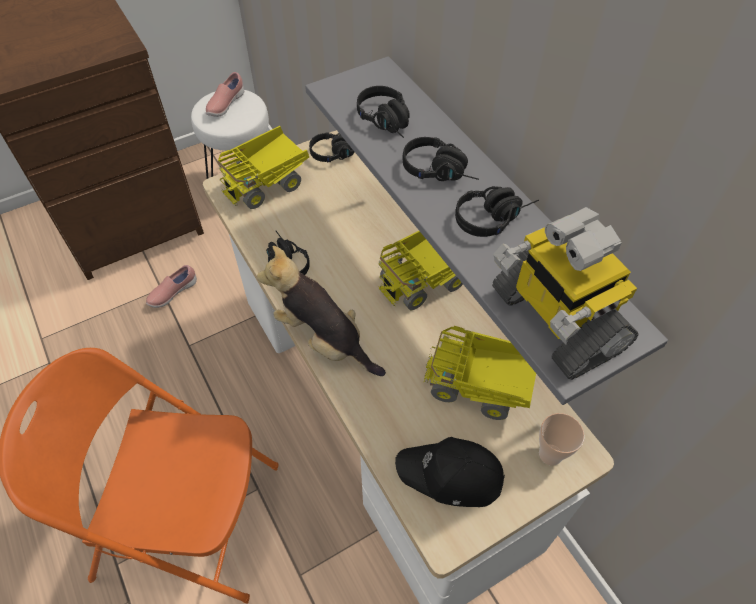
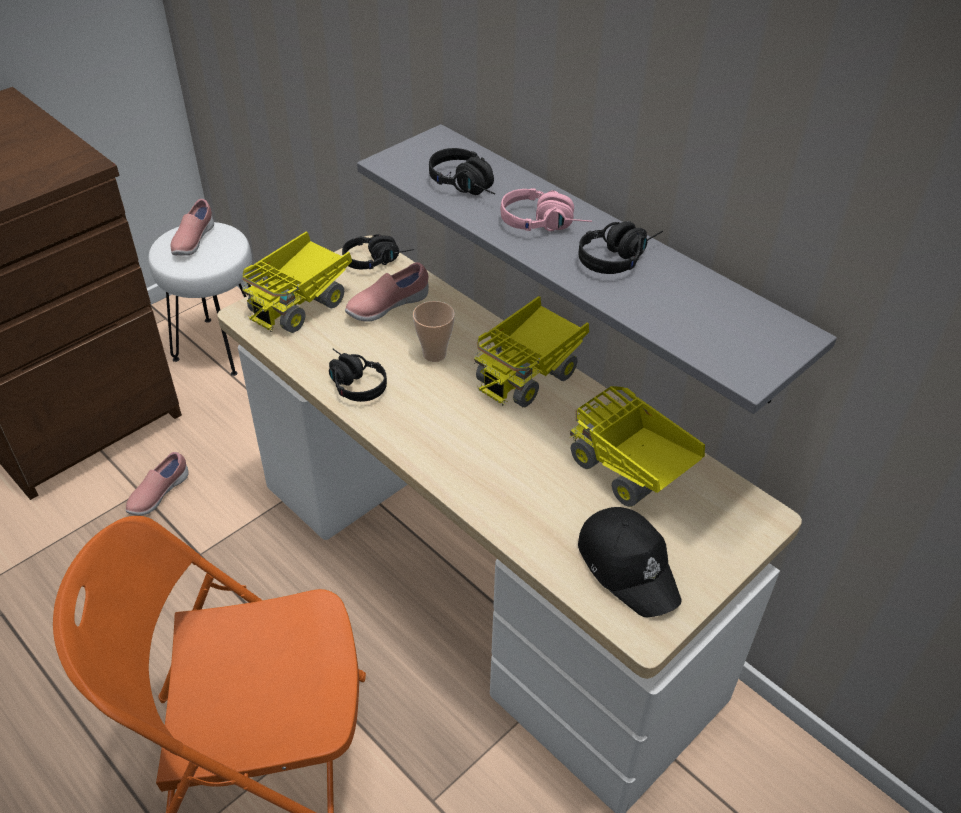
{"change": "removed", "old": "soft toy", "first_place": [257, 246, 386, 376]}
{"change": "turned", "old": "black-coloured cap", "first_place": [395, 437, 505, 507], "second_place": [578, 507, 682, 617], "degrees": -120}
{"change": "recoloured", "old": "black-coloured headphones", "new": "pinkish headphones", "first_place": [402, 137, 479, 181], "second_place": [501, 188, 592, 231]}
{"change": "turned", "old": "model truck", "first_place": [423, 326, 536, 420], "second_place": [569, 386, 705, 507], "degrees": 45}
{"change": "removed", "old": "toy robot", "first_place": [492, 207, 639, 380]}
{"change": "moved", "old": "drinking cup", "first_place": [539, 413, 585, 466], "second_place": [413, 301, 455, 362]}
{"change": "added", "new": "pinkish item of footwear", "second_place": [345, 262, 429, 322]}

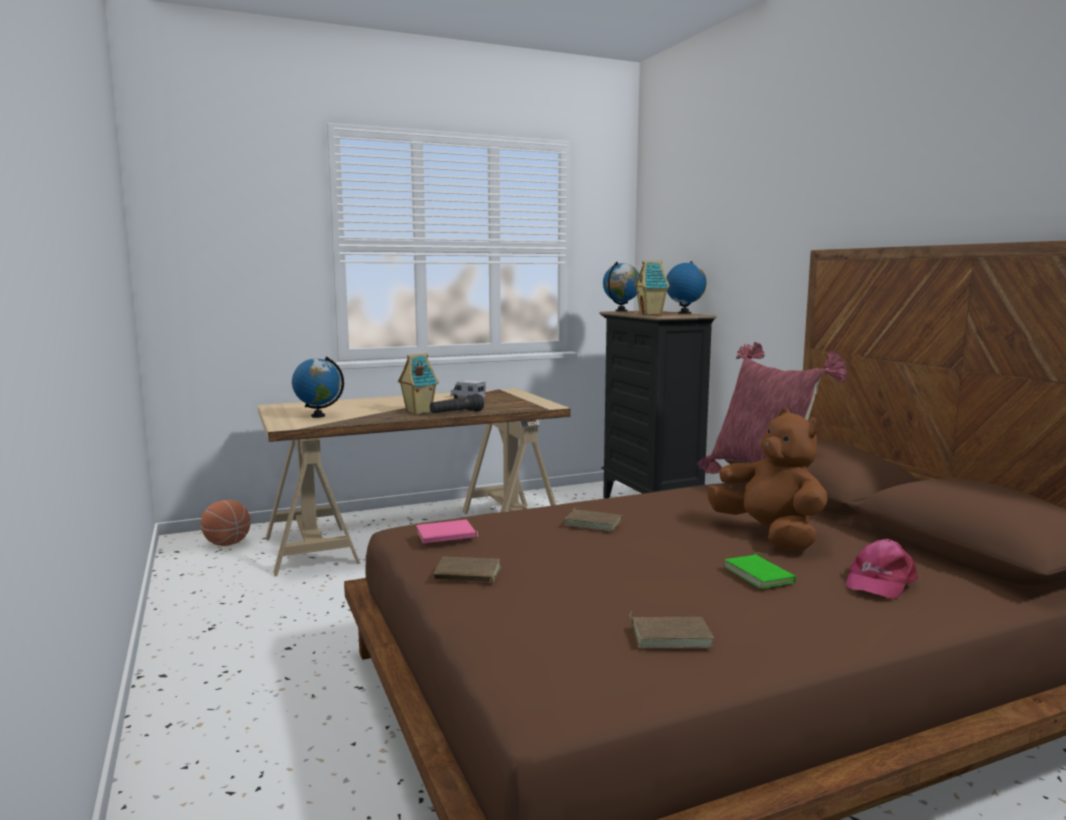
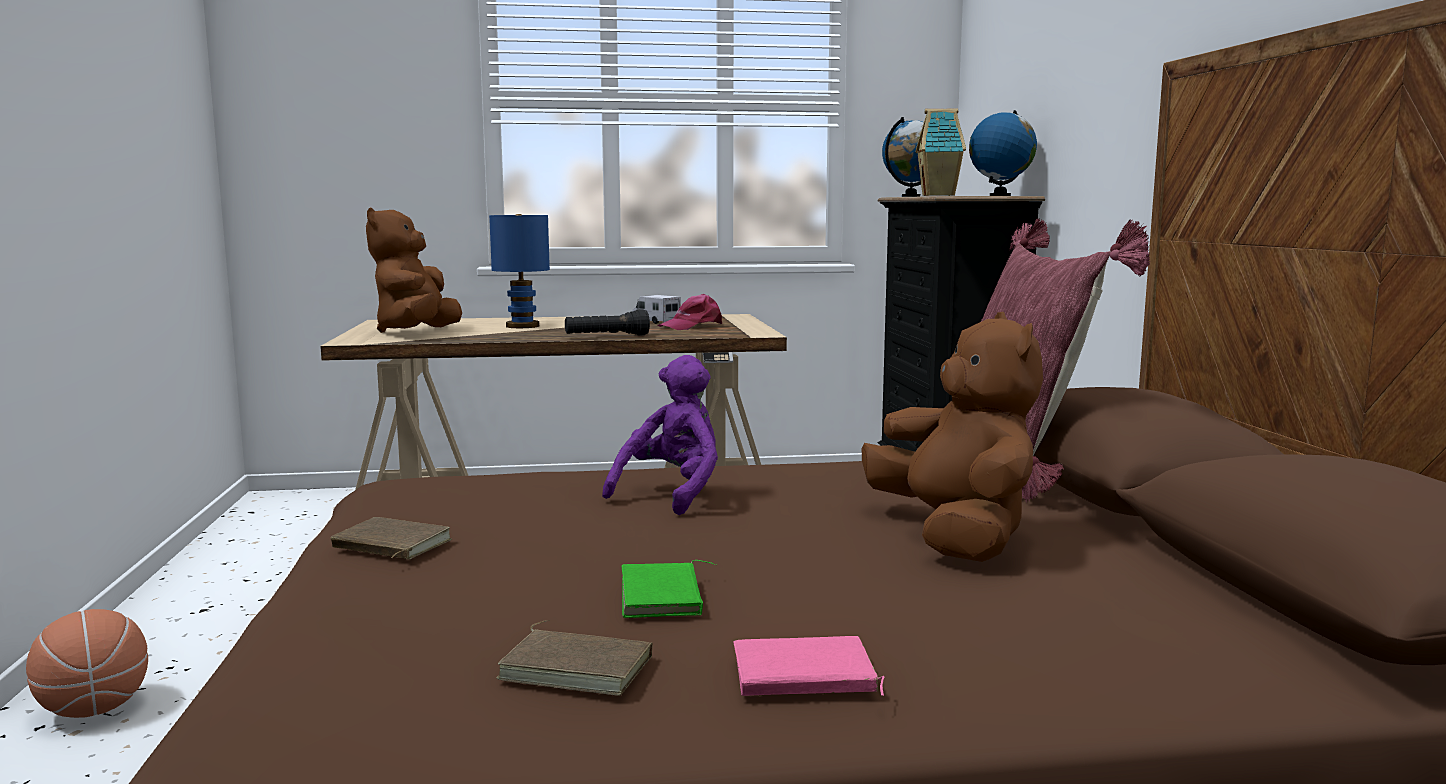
{"change": "moved", "old": "basketball ball", "first_place": [201, 500, 250, 546], "second_place": [26, 609, 148, 718]}
{"change": "replaced", "old": "world globe", "new": "brown-coloured soft toy", "first_place": [292, 356, 344, 418], "second_place": [366, 208, 462, 333]}
{"change": "removed", "old": "toy house", "first_place": [398, 353, 439, 414]}
{"change": "moved", "old": "pinkish book", "first_place": [416, 520, 478, 543], "second_place": [734, 636, 885, 696]}
{"change": "replaced", "old": "brown-coloured book", "new": "purple-coloured soft toy", "first_place": [564, 507, 622, 531], "second_place": [602, 355, 718, 515]}
{"change": "moved", "old": "green book", "first_place": [724, 553, 796, 589], "second_place": [622, 560, 716, 618]}
{"change": "moved", "old": "pinkish cap", "first_place": [846, 539, 918, 599], "second_place": [657, 294, 722, 330]}
{"change": "added", "new": "blue-coloured tabletop lamp", "second_place": [489, 214, 550, 328]}

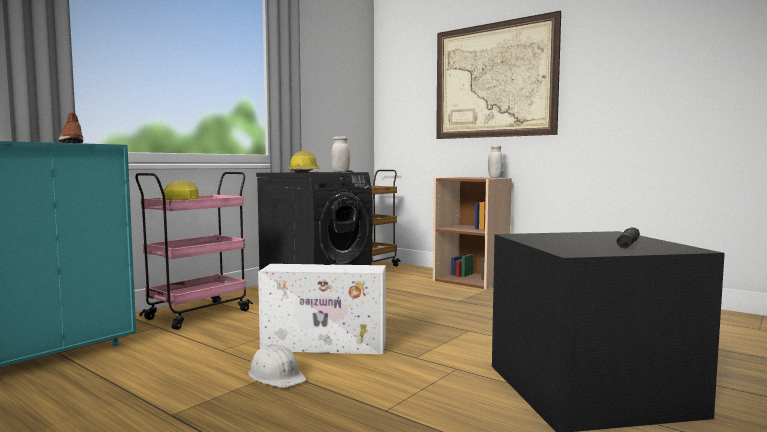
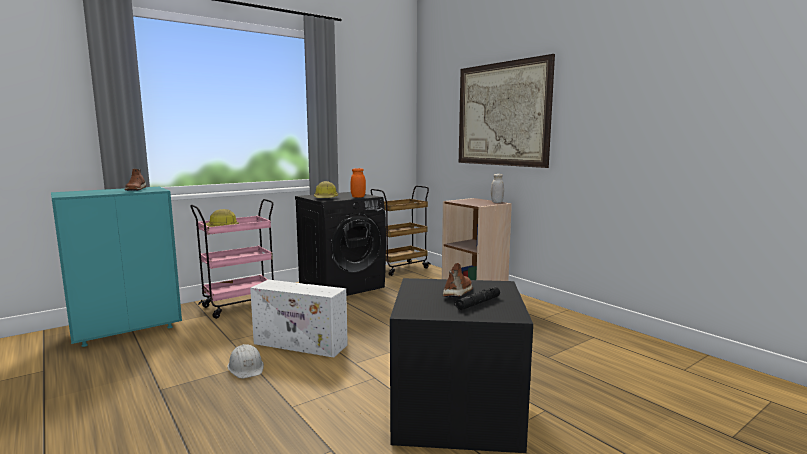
{"change": "recoloured", "old": "white-coloured preserve jar", "new": "orangey preserve jar", "first_place": [331, 136, 350, 172], "second_place": [350, 168, 366, 198]}
{"change": "added", "new": "brown-coloured item of footwear", "second_place": [443, 263, 473, 297]}

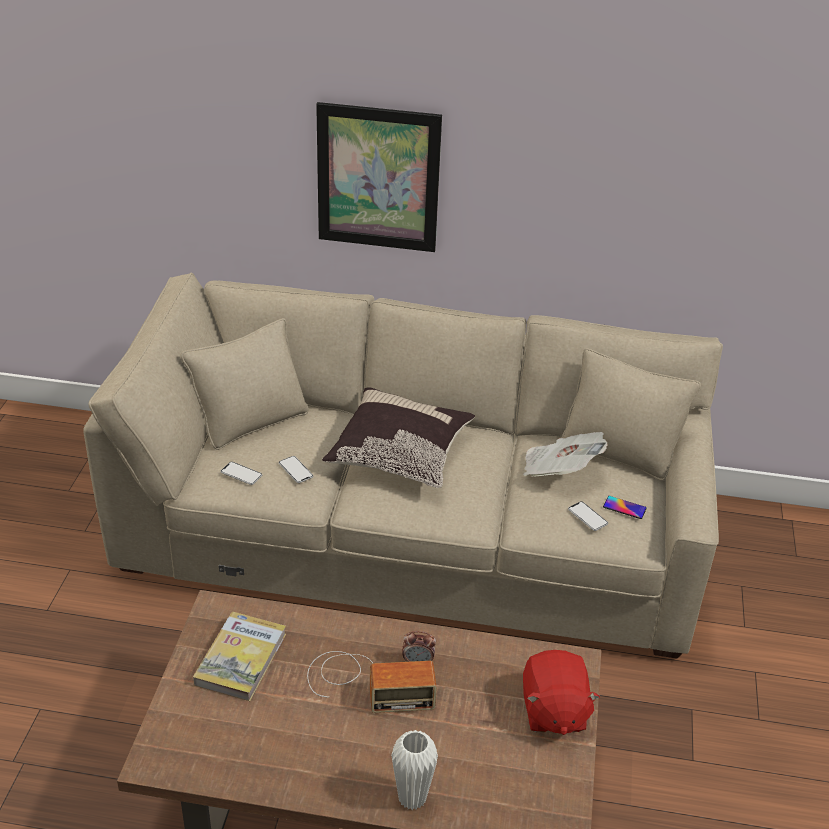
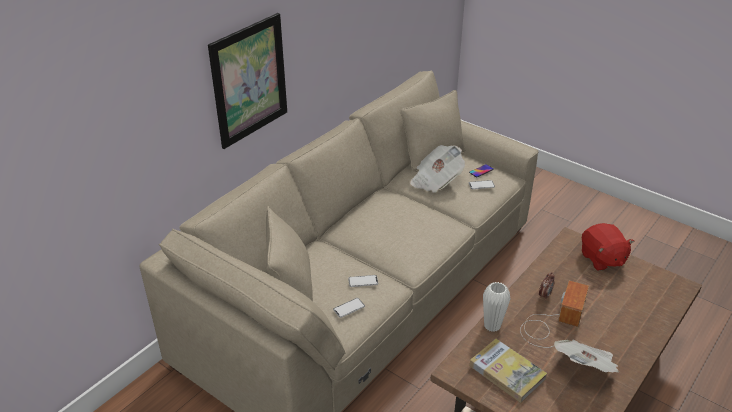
{"change": "removed", "old": "cushion", "first_place": [322, 387, 475, 488]}
{"change": "moved", "old": "white-coloured vase", "first_place": [391, 730, 438, 810], "second_place": [483, 282, 511, 332]}
{"change": "turned", "old": "red soft toy", "first_place": [523, 650, 600, 735], "second_place": [582, 223, 634, 271], "degrees": 45}
{"change": "added", "new": "newspaper", "second_place": [554, 339, 619, 372]}

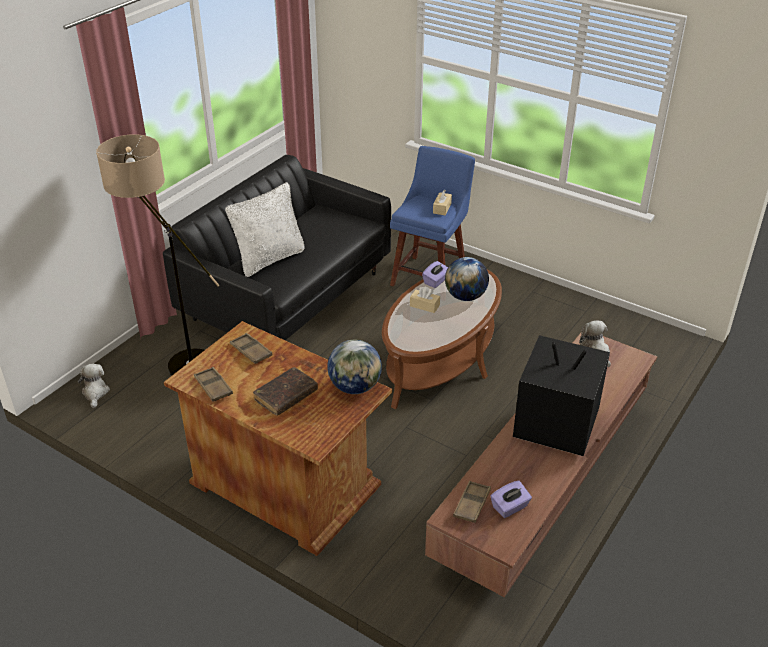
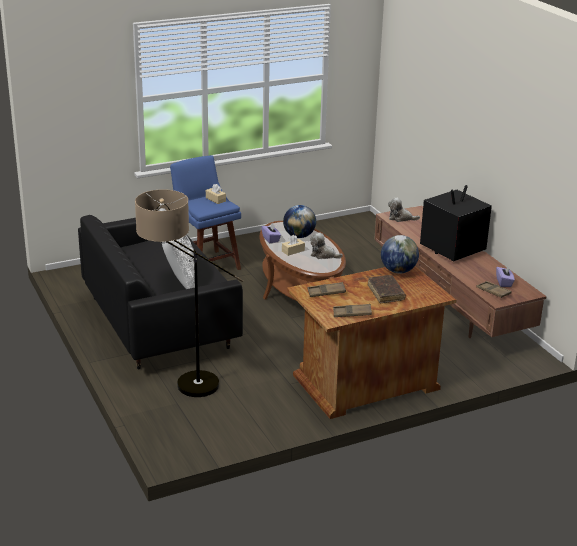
{"change": "moved", "old": "soft toy", "first_place": [78, 364, 110, 408], "second_place": [310, 233, 343, 259]}

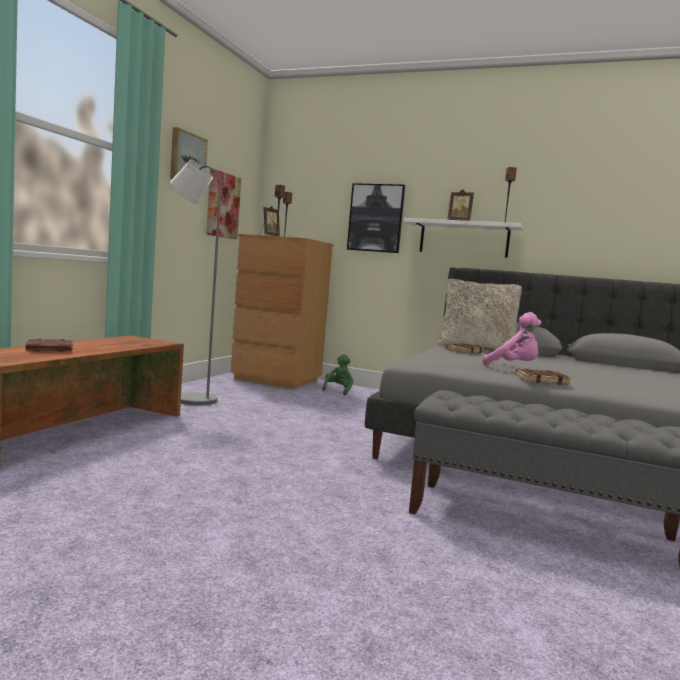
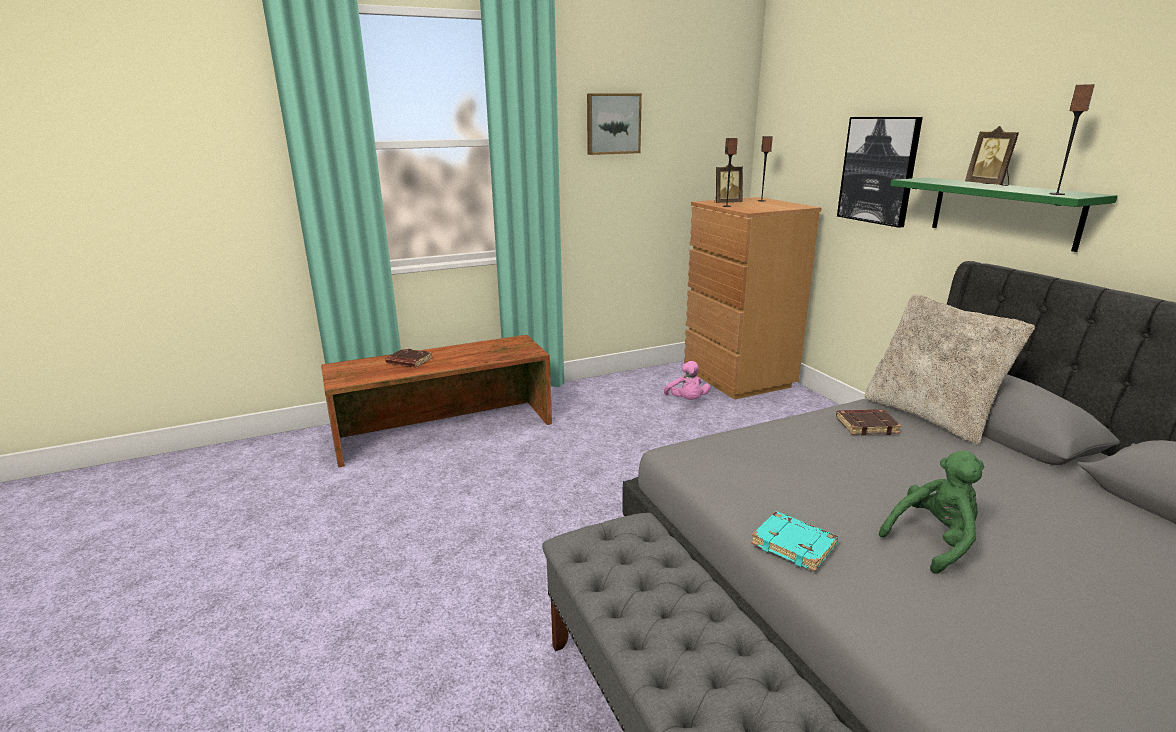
{"change": "removed", "old": "grey floor lamp", "first_place": [170, 159, 222, 406]}
{"change": "removed", "old": "wall picture", "first_place": [206, 169, 241, 239]}
{"change": "moved", "old": "green soft toy", "first_place": [322, 354, 353, 396], "second_place": [879, 450, 984, 574]}
{"change": "recoloured", "old": "white-coloured wall shelf", "new": "green wall shelf", "first_place": [404, 218, 523, 258], "second_place": [890, 177, 1118, 252]}
{"change": "moved", "old": "pinkish soft toy", "first_place": [483, 312, 541, 365], "second_place": [664, 361, 710, 400]}
{"change": "recoloured", "old": "brown-coloured book", "new": "blue-green book", "first_place": [516, 368, 571, 385], "second_place": [751, 511, 838, 572]}

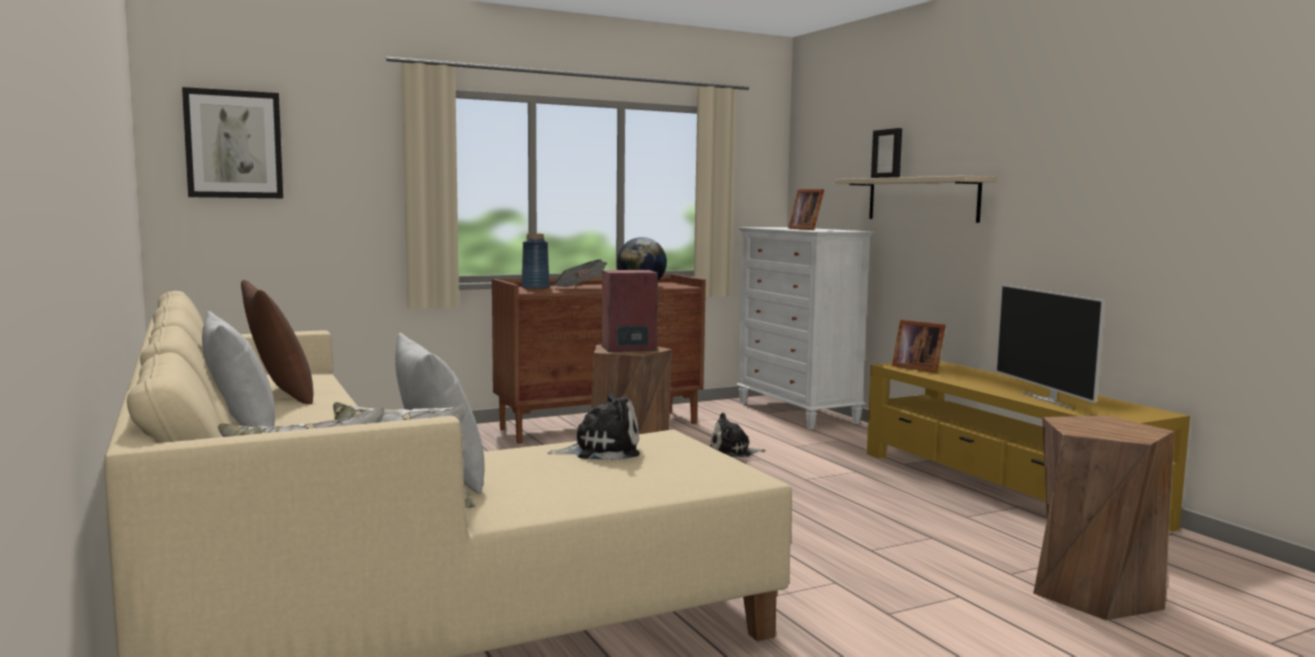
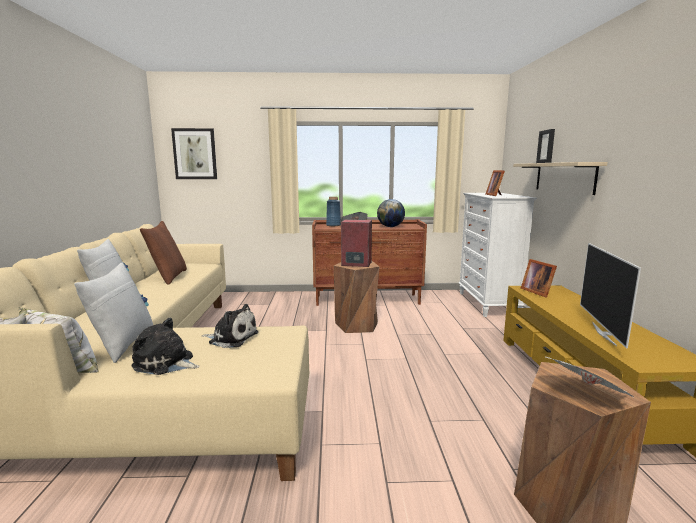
{"change": "moved", "old": "soft toy", "first_place": [710, 413, 765, 457], "second_place": [131, 318, 200, 375]}
{"change": "added", "new": "newspaper", "second_place": [546, 357, 634, 397]}

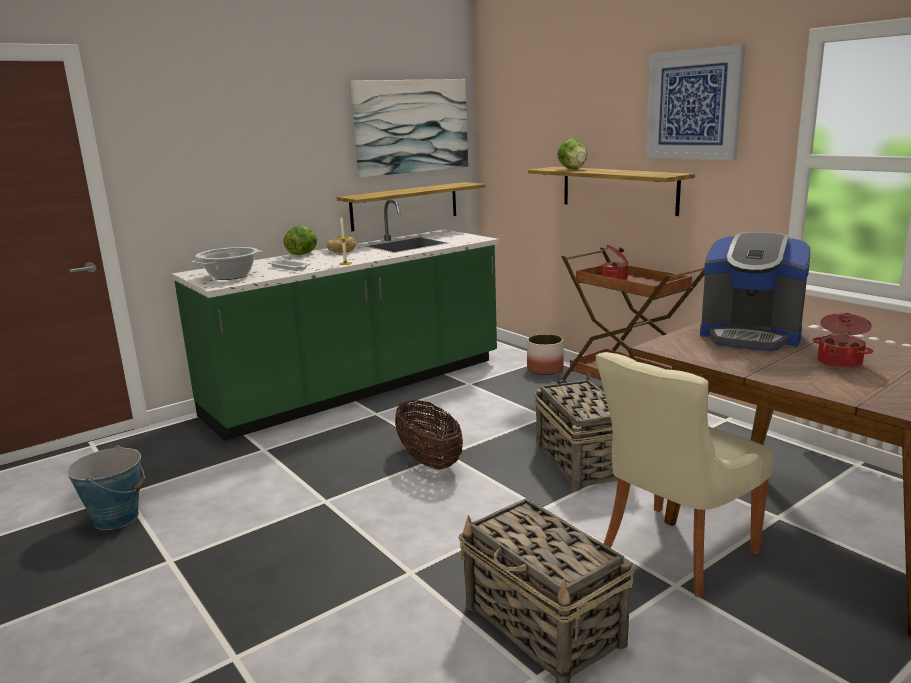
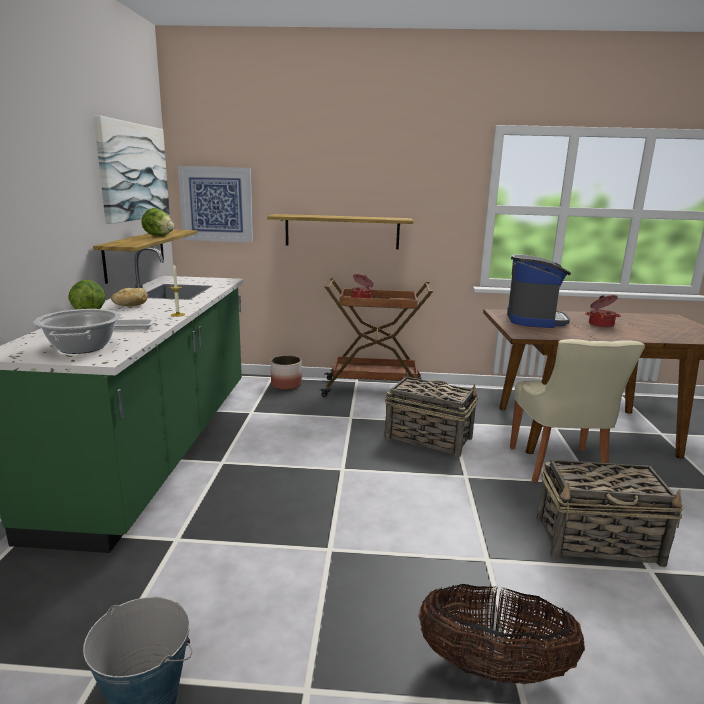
{"change": "moved", "old": "basket", "first_place": [395, 400, 463, 470], "second_place": [418, 584, 585, 684]}
{"change": "moved", "old": "lettuce", "first_place": [557, 138, 587, 169], "second_place": [141, 208, 174, 236]}
{"change": "moved", "old": "wall picture", "first_place": [646, 44, 745, 160], "second_place": [178, 166, 253, 242]}
{"change": "turned", "old": "coffee brewer", "first_place": [700, 232, 811, 351], "second_place": [507, 255, 571, 328], "degrees": -60}

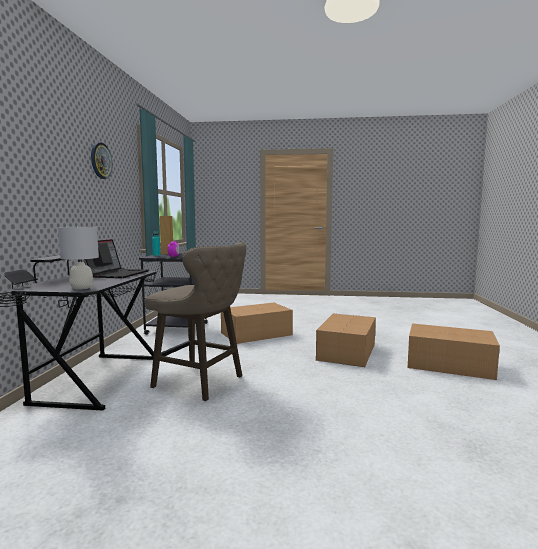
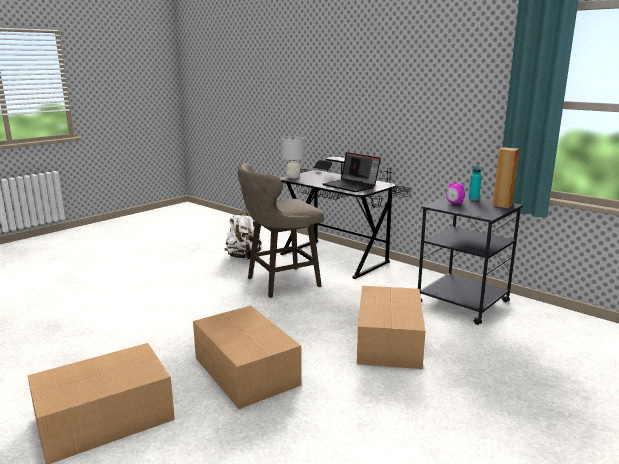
{"change": "removed", "old": "hanging clock", "first_place": [91, 142, 112, 179]}
{"change": "added", "new": "white-coloured backpack", "second_place": [224, 210, 262, 259]}

